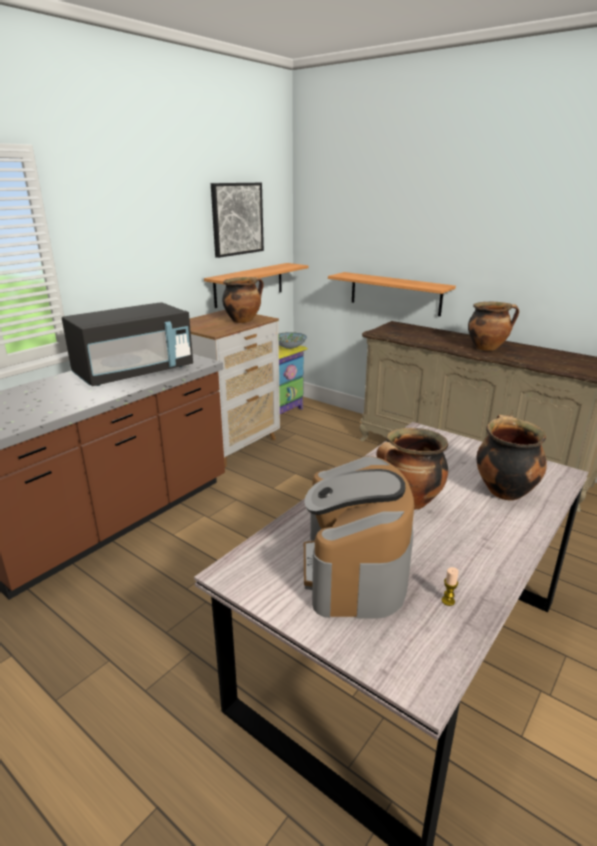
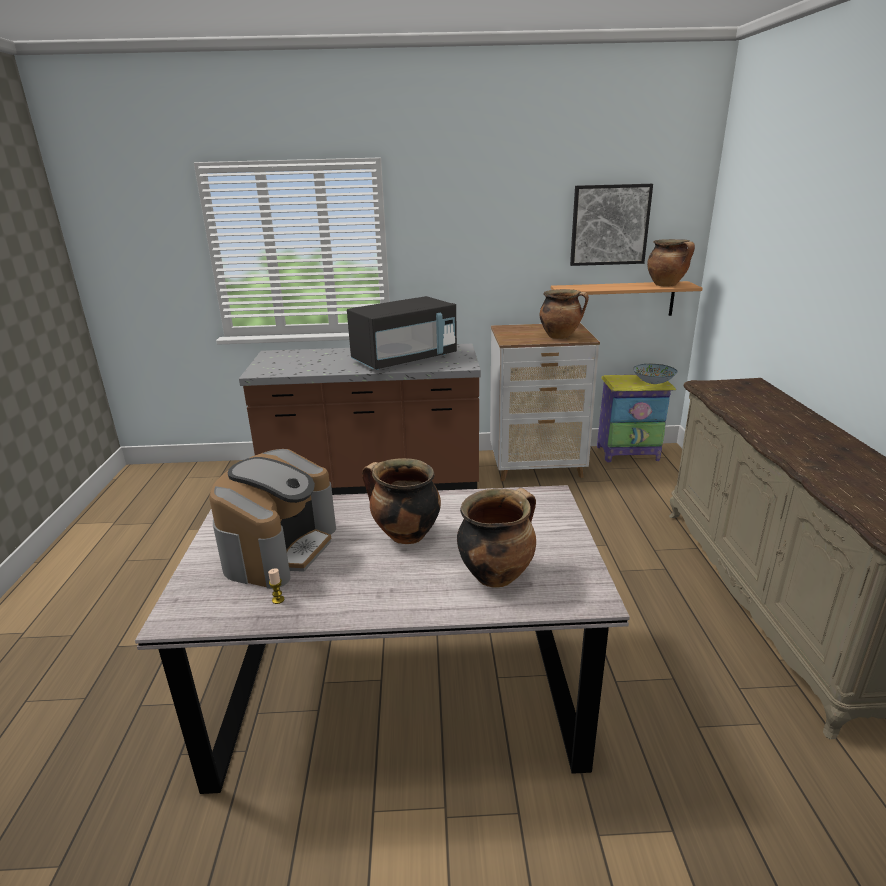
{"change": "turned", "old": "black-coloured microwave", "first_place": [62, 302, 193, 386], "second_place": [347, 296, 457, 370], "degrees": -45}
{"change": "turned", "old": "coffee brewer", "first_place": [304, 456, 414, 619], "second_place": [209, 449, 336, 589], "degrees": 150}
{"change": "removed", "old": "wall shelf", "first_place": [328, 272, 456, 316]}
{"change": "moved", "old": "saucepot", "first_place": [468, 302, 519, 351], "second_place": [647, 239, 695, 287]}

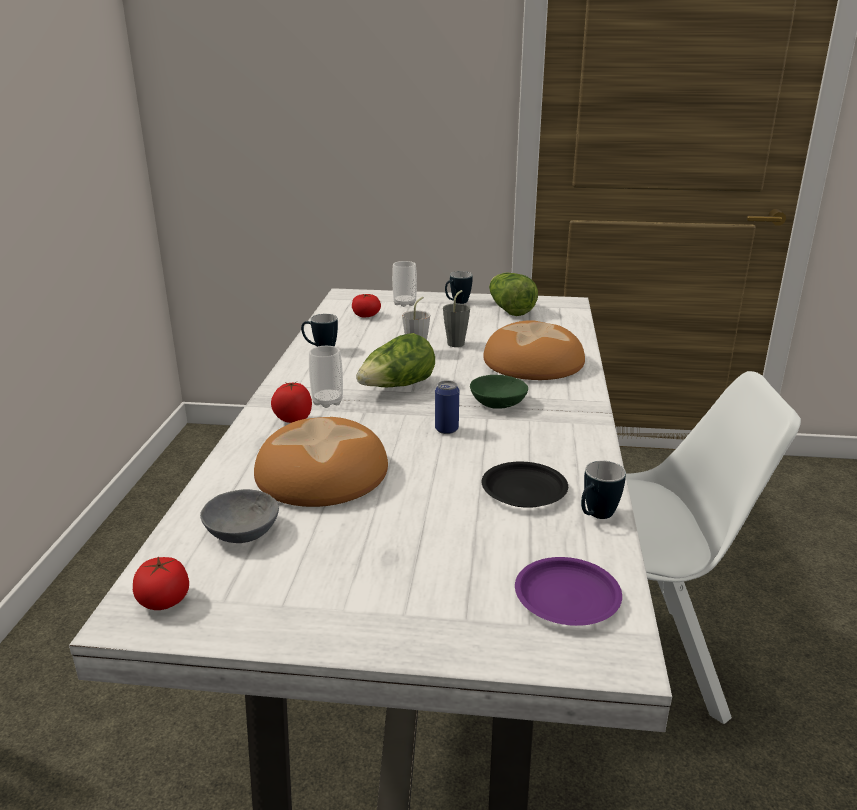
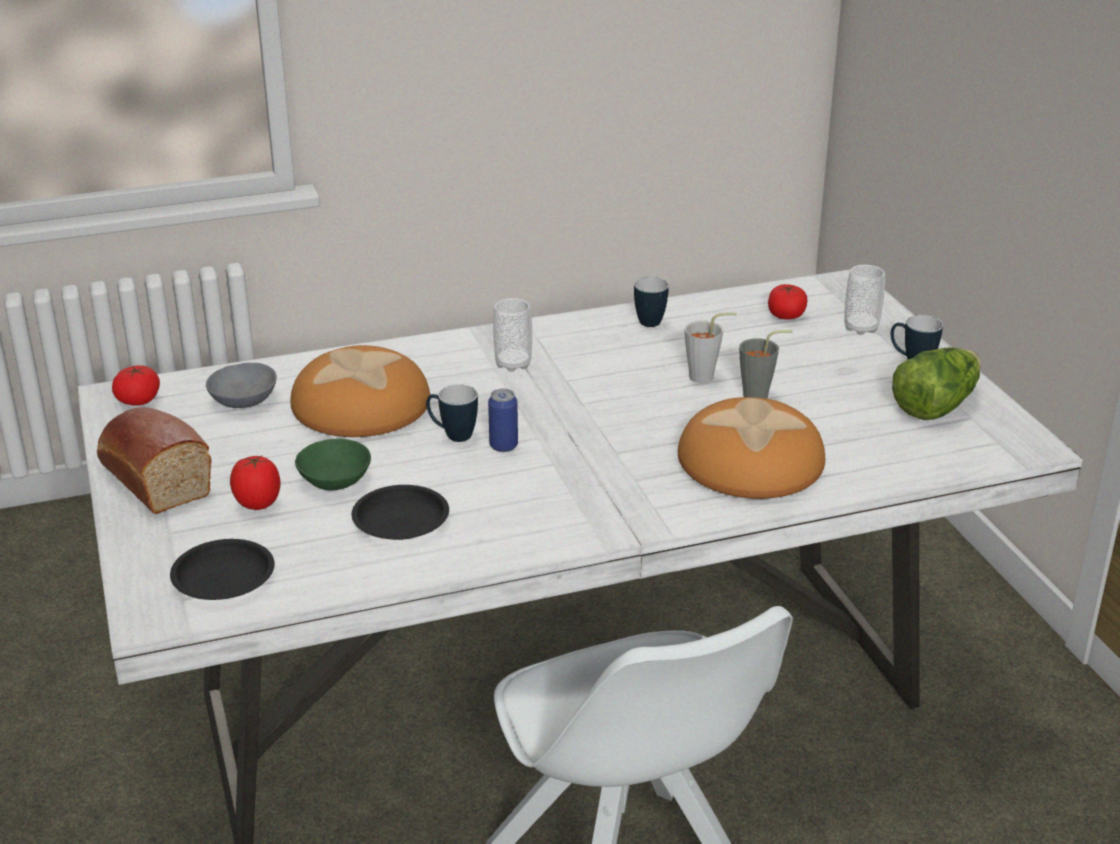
{"change": "moved", "old": "fresh tomato", "first_place": [271, 382, 312, 423], "second_place": [230, 456, 281, 510]}
{"change": "removed", "old": "lettuce", "first_place": [356, 333, 435, 387]}
{"change": "moved", "old": "green deep dish", "first_place": [470, 375, 528, 409], "second_place": [295, 439, 371, 490]}
{"change": "recoloured", "old": "purple-coloured dinner plate", "new": "black-coloured dinner plate", "first_place": [515, 557, 622, 626], "second_place": [170, 539, 275, 600]}
{"change": "moved", "old": "tea mug", "first_place": [581, 461, 626, 519], "second_place": [426, 384, 478, 442]}
{"change": "added", "new": "bakery bread", "second_place": [96, 407, 212, 514]}

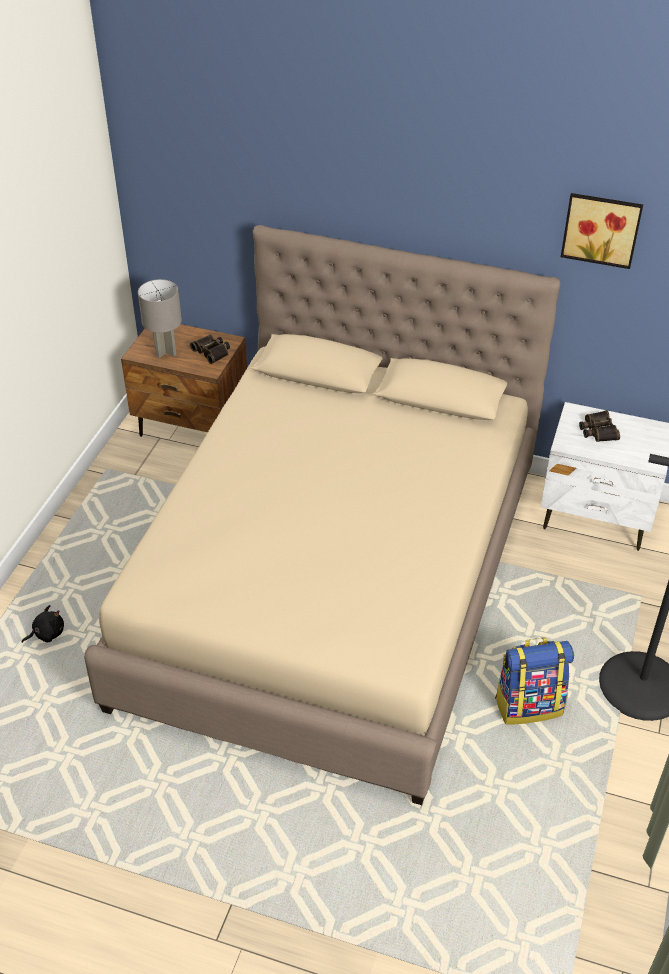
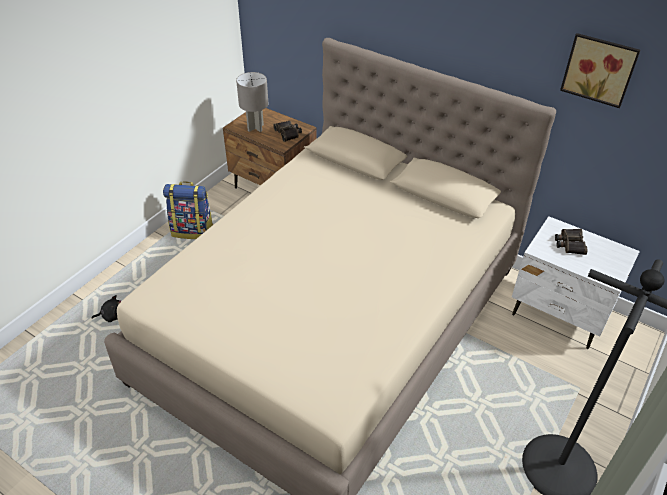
{"change": "moved", "old": "backpack", "first_place": [495, 637, 574, 724], "second_place": [163, 182, 213, 239]}

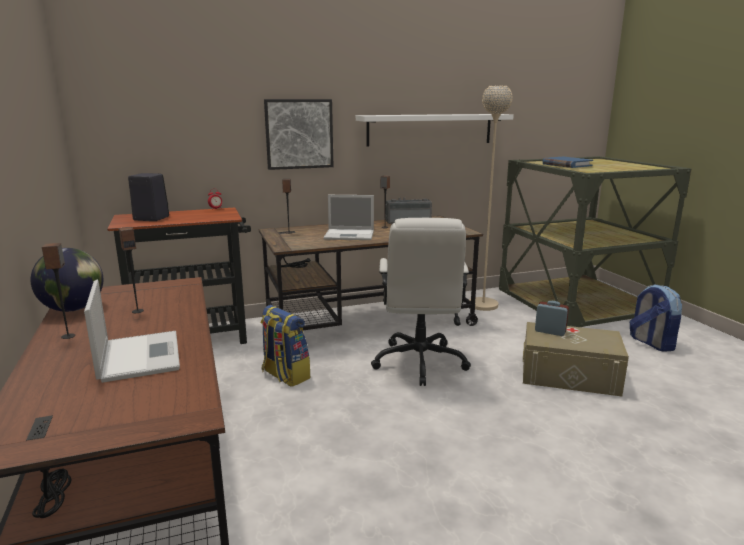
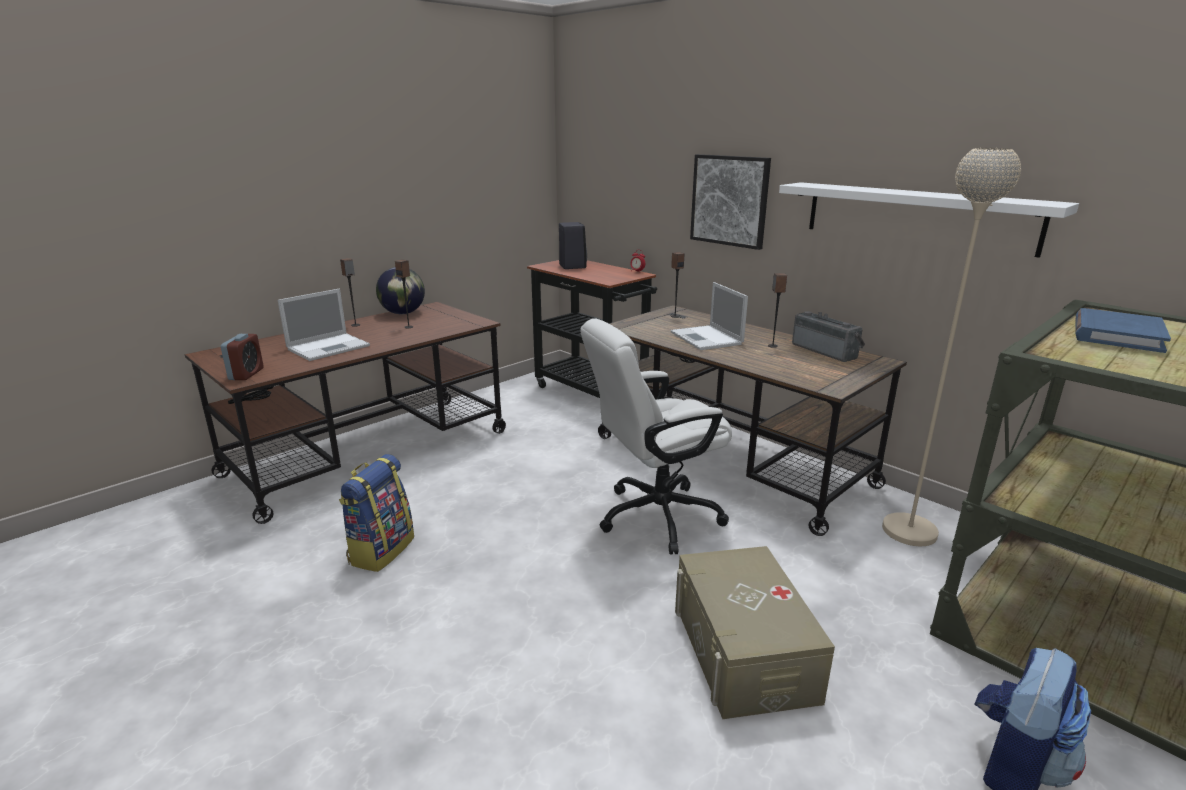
{"change": "moved", "old": "backpack", "first_place": [261, 305, 310, 387], "second_place": [339, 454, 414, 572]}
{"change": "moved", "old": "alarm clock", "first_place": [535, 301, 569, 336], "second_place": [221, 334, 264, 380]}

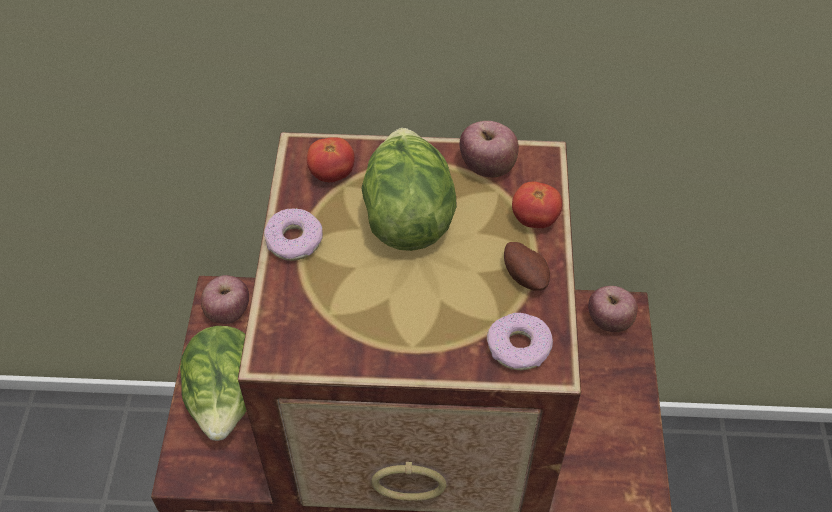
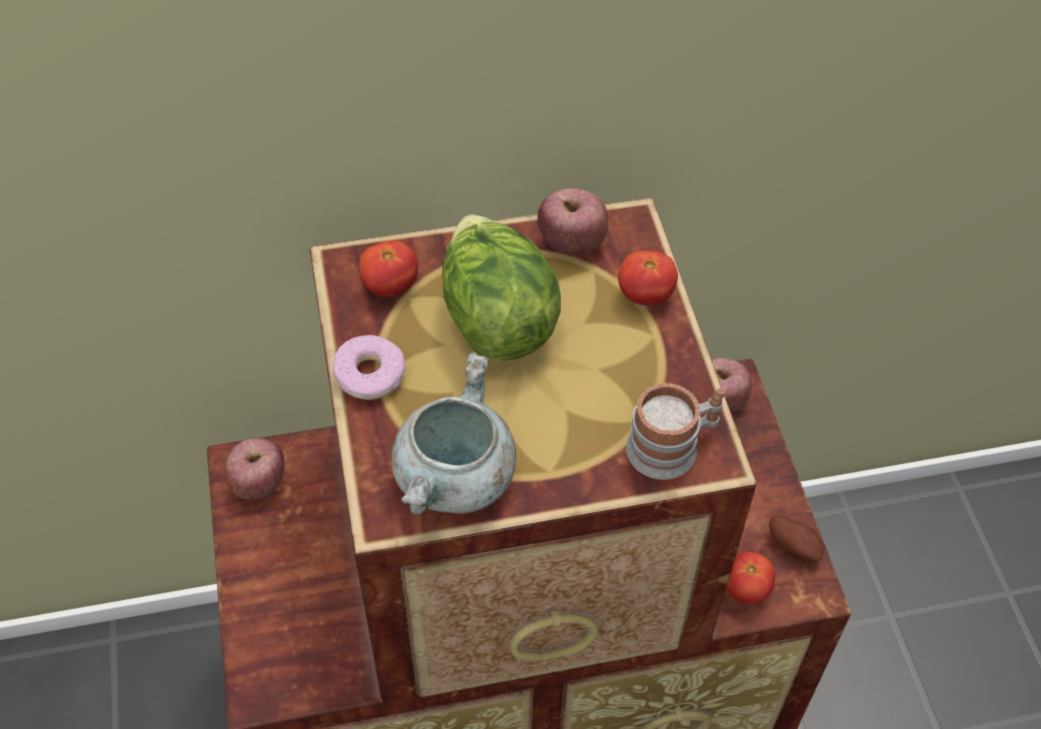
{"change": "removed", "old": "lettuce", "first_place": [180, 326, 247, 441]}
{"change": "replaced", "old": "doughnut", "new": "tea mug", "first_place": [487, 313, 553, 370], "second_place": [626, 383, 725, 480]}
{"change": "moved", "old": "spud", "first_place": [504, 242, 550, 291], "second_place": [769, 516, 824, 562]}
{"change": "added", "new": "grey saucepot", "second_place": [391, 352, 516, 515]}
{"change": "added", "new": "fresh tomato", "second_place": [726, 552, 775, 605]}

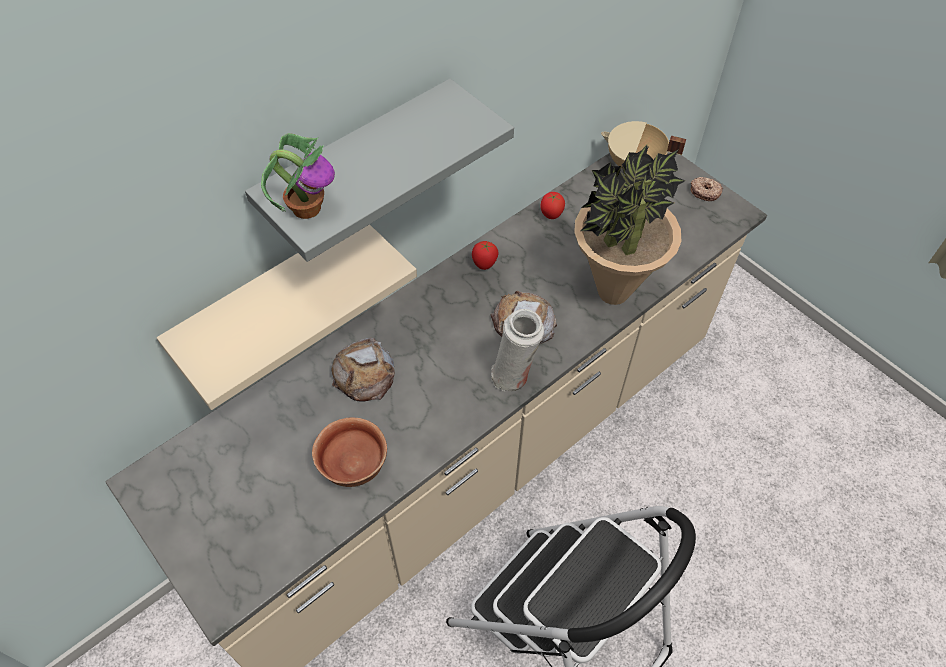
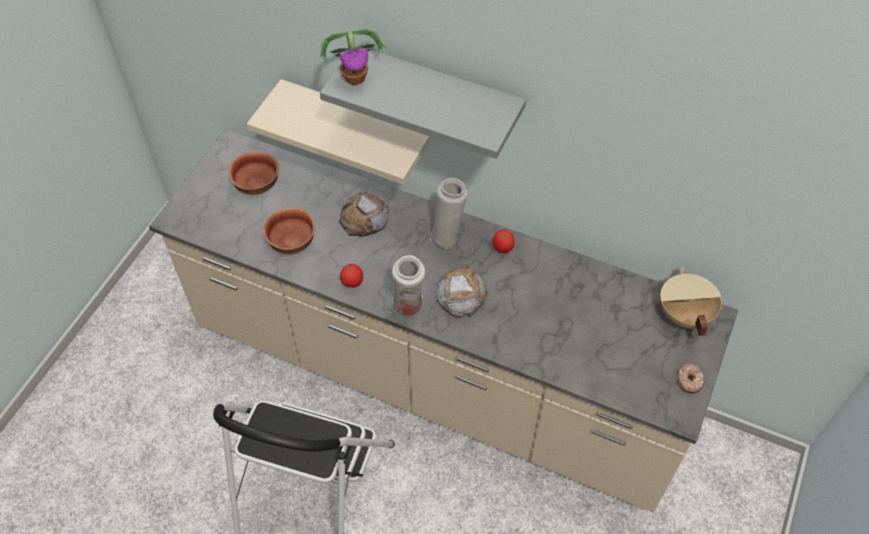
{"change": "moved", "old": "fresh tomato", "first_place": [540, 192, 565, 219], "second_place": [340, 264, 363, 288]}
{"change": "removed", "old": "potted plant", "first_place": [574, 145, 685, 305]}
{"change": "added", "new": "deep dish", "second_place": [228, 151, 279, 195]}
{"change": "added", "new": "white-coloured vase", "second_place": [430, 178, 468, 249]}

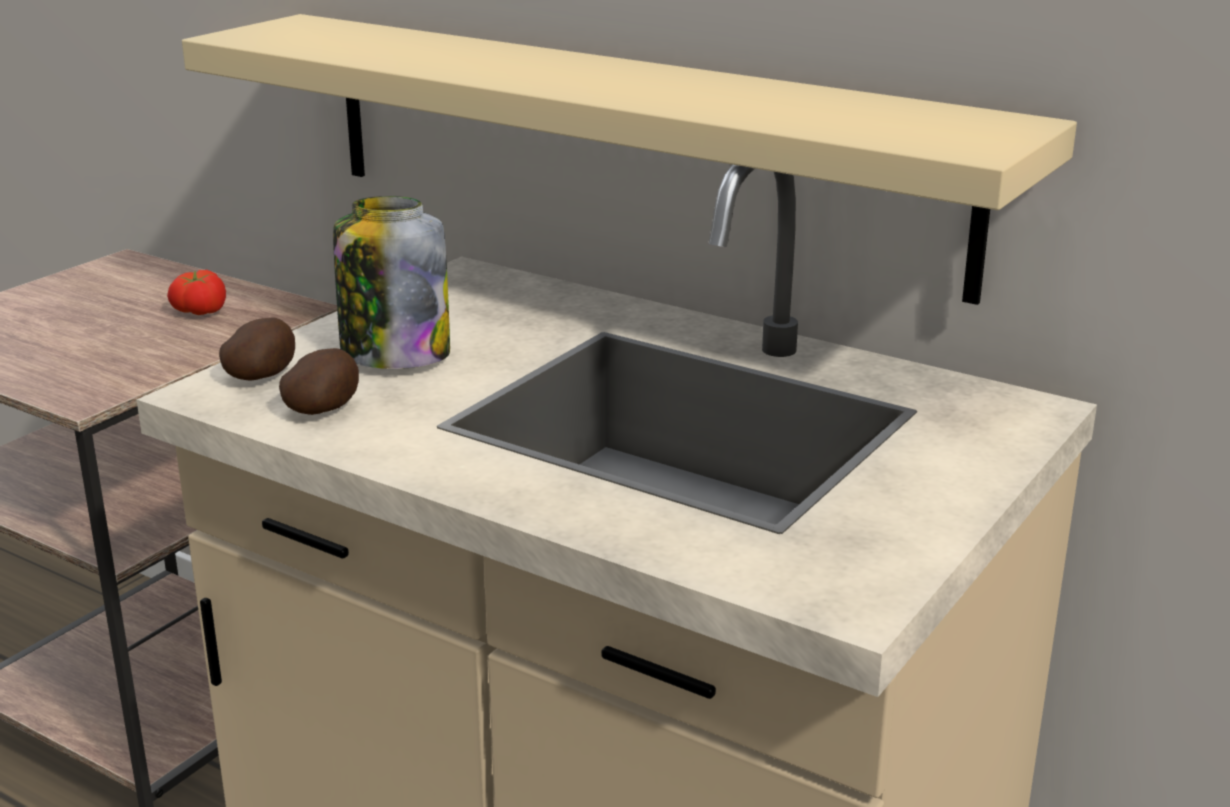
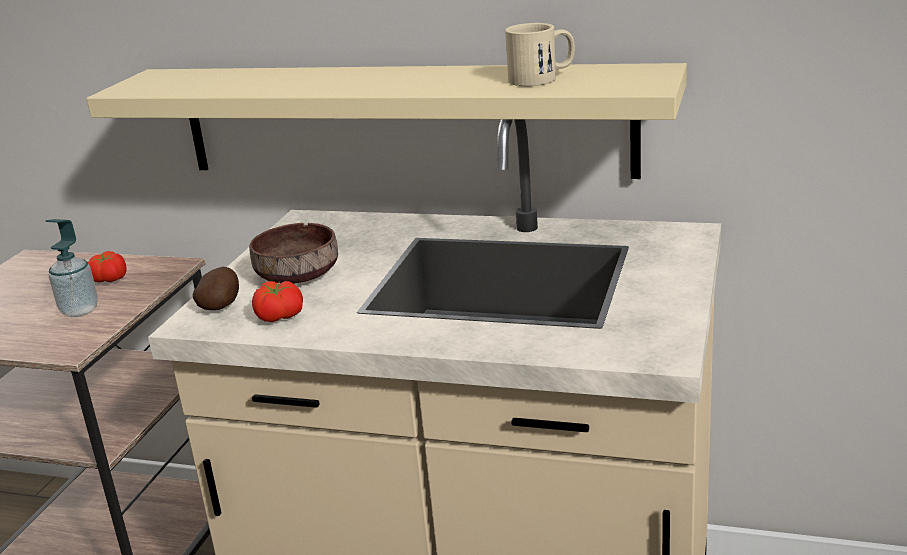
{"change": "replaced", "old": "spud", "new": "fresh tomato", "first_place": [279, 348, 359, 415], "second_place": [252, 281, 303, 322]}
{"change": "replaced", "old": "preserve jar", "new": "brown-coloured deep dish", "first_place": [333, 196, 450, 369], "second_place": [249, 223, 338, 284]}
{"change": "added", "new": "liquid soap bottle", "second_place": [46, 219, 98, 317]}
{"change": "added", "new": "beige-coloured tea mug", "second_place": [505, 23, 575, 86]}

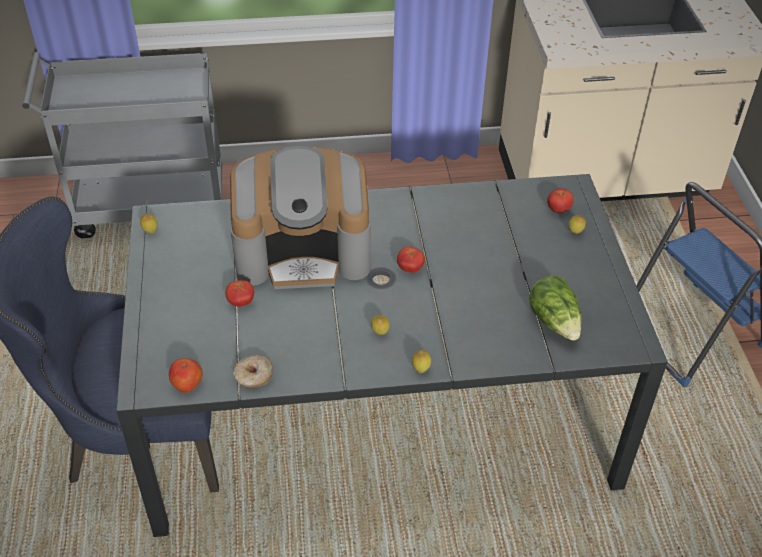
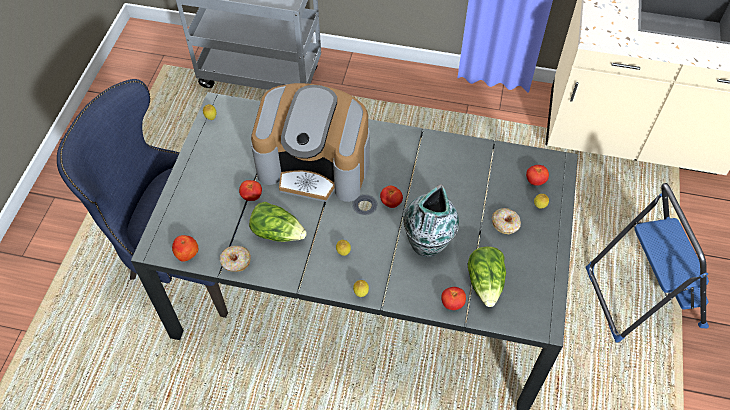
{"change": "added", "new": "lettuce", "second_place": [249, 202, 307, 242]}
{"change": "added", "new": "vase", "second_place": [403, 184, 459, 257]}
{"change": "added", "new": "fresh tomato", "second_place": [441, 287, 466, 310]}
{"change": "added", "new": "doughnut", "second_place": [492, 208, 521, 234]}

